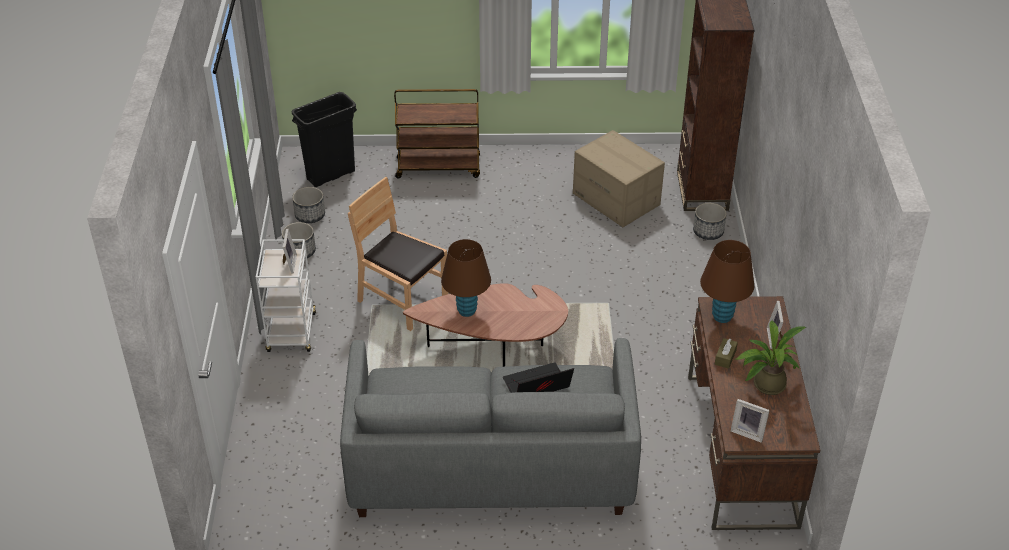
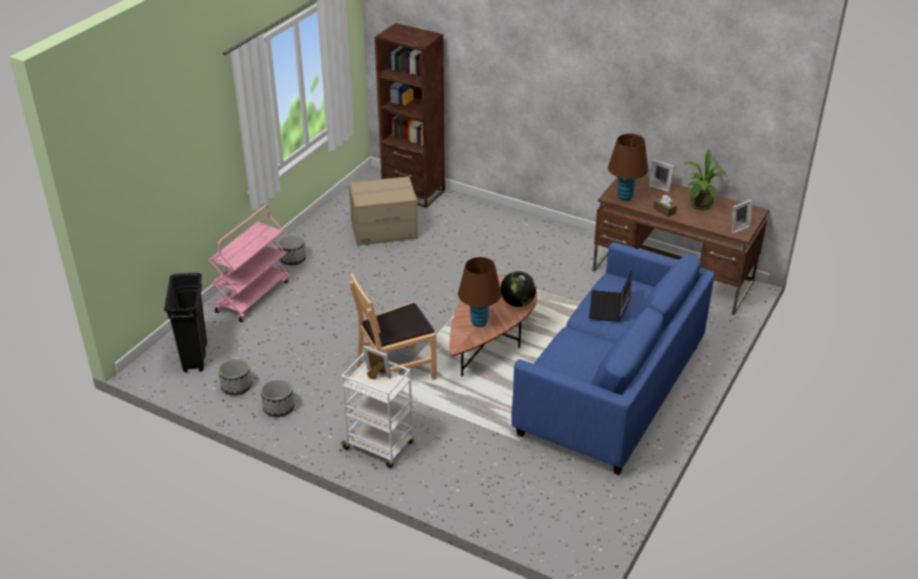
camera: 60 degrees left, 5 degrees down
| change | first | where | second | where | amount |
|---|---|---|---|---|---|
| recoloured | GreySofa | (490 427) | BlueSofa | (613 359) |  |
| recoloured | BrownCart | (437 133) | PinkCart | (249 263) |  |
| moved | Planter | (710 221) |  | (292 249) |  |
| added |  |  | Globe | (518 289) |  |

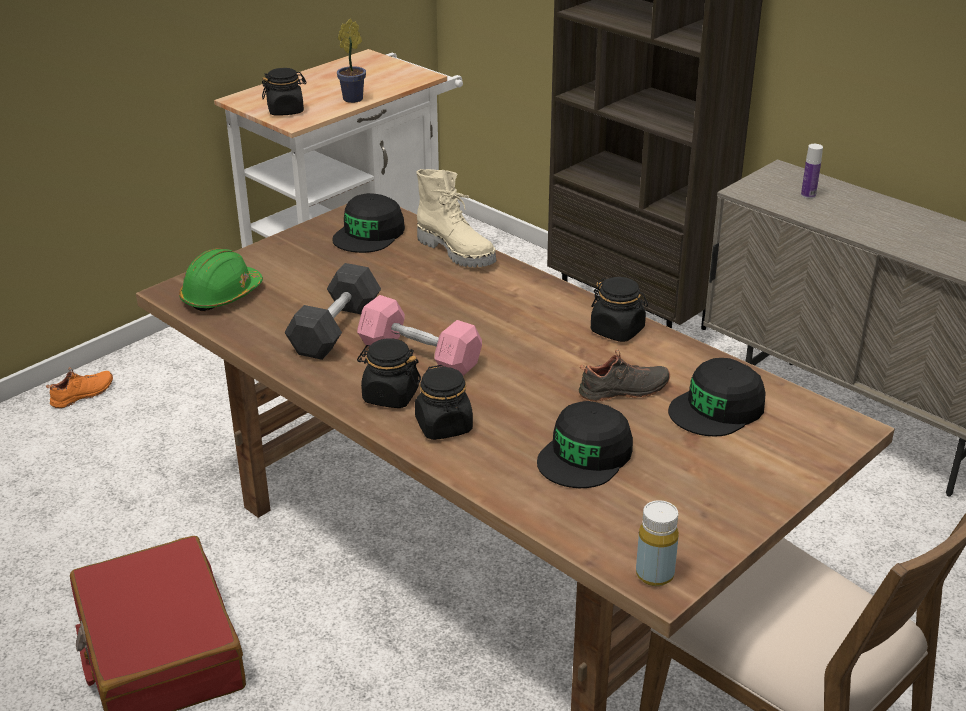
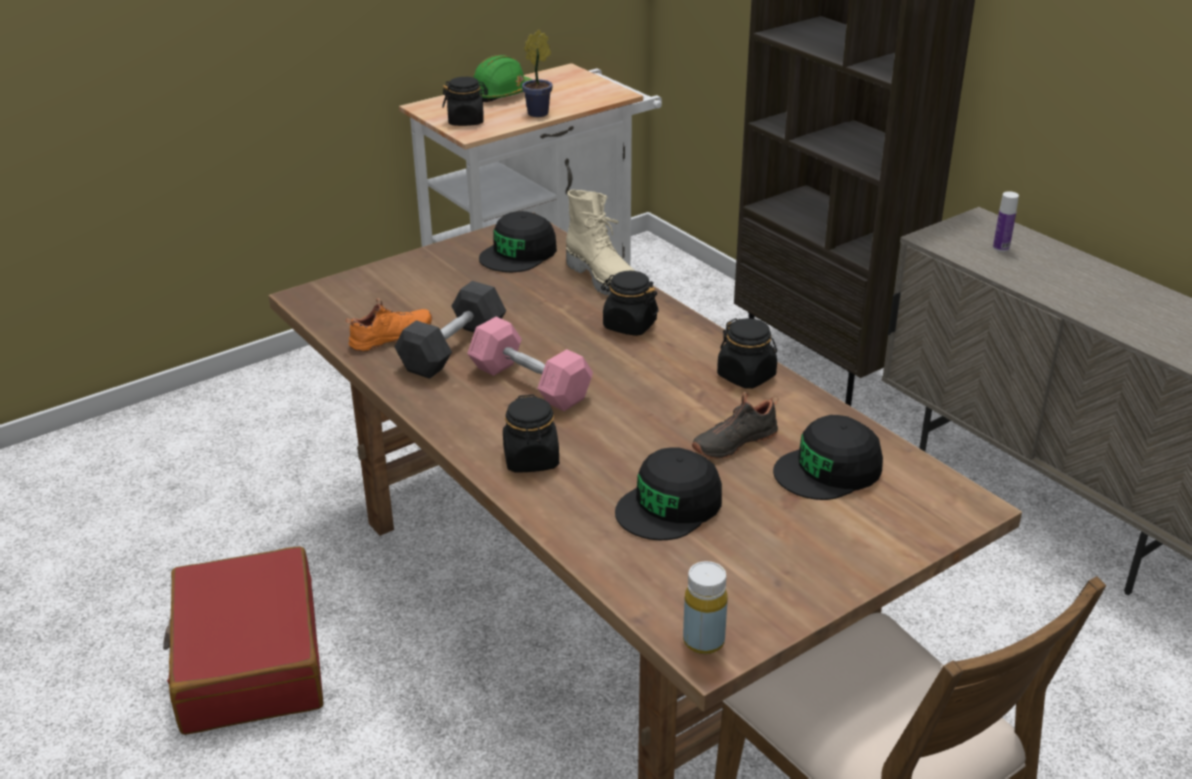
camera: 10 degrees right, 0 degrees up
| change | first | where | second | where | amount |
|---|---|---|---|---|---|
| moved | OrangeShoe | (79 387) |  | (389 325) |  |
| moved | GreenHardHat | (221 280) |  | (502 78) |  |
| moved | BlackJar | (389 373) |  | (630 303) |  |
| turned | BlackShoe | (624 375) |  | (735 425) | 150 degrees clockwise |

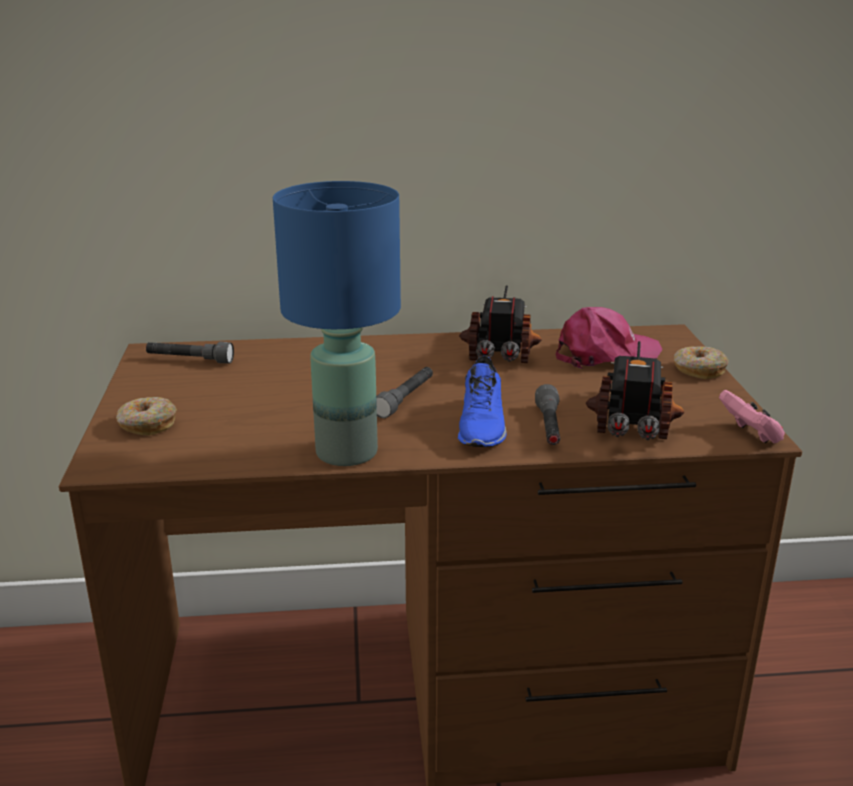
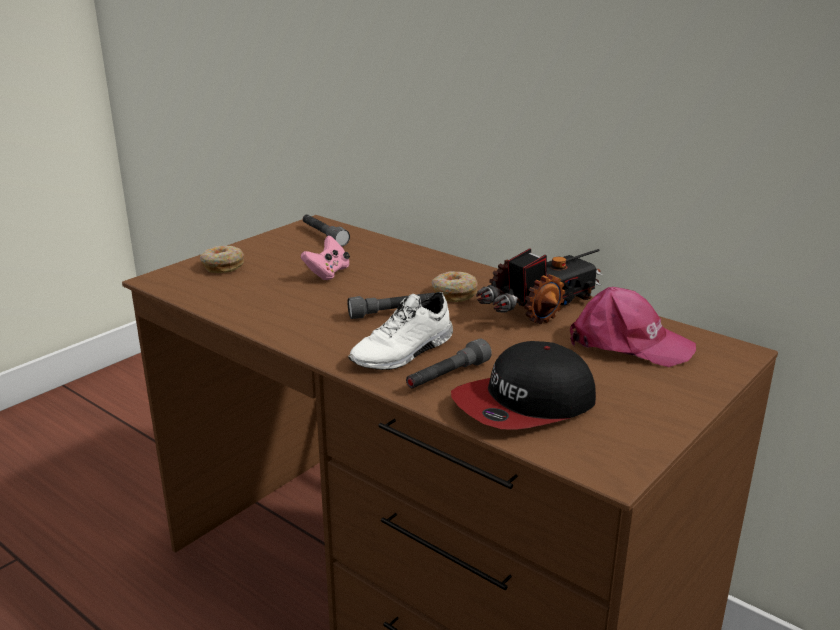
camera: 45 degrees right, 0 degrees up
| change | first | where | second | where | amount |
|---|---|---|---|---|---|
| removed | BlueTableLamp | (337 323) |  |  |  |
| recoloured | BlueShoe | (482 401) | WhiteShoe | (400 331) |  |
| replaced | ToyTruck | (635 390) | Cap | (523 385) |  |
| moved | Donut | (701 362) |  | (455 286) |  |
| moved | PinkGameController | (752 416) |  | (325 258) |  |

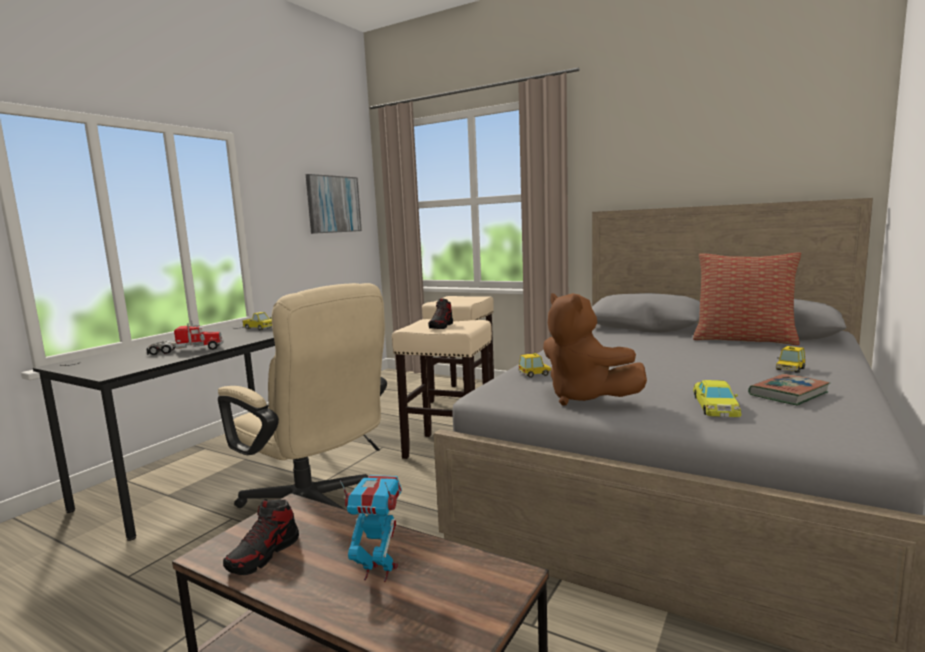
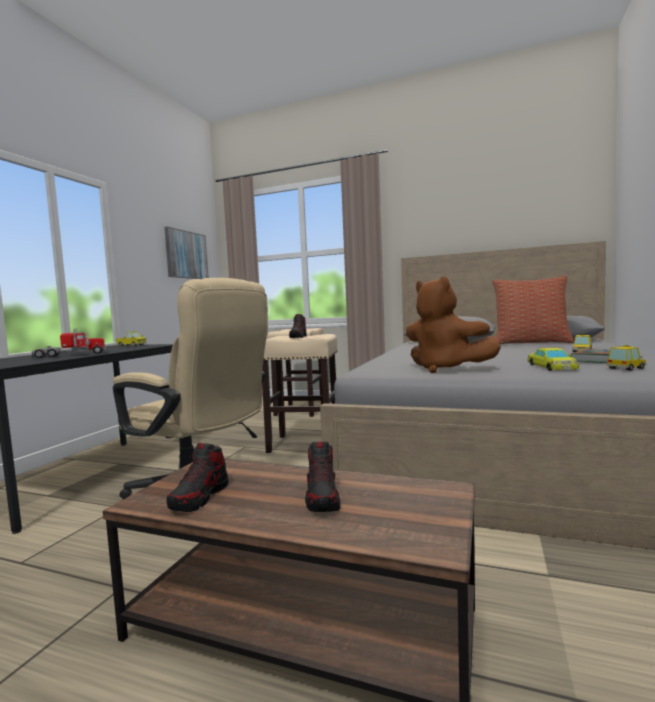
camera: 10 degrees left, 5 degrees down
| change | first | where | second | where | amount |
|---|---|---|---|---|---|
| replaced | ToyRobot | (371 528) | Shoe | (322 477) |  |
| moved | ToyCar | (534 365) |  | (626 358) |  |

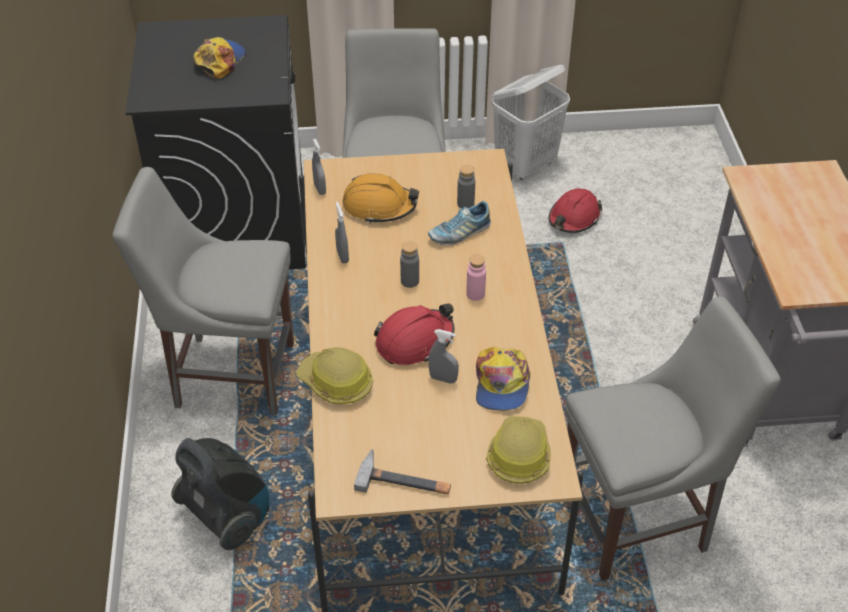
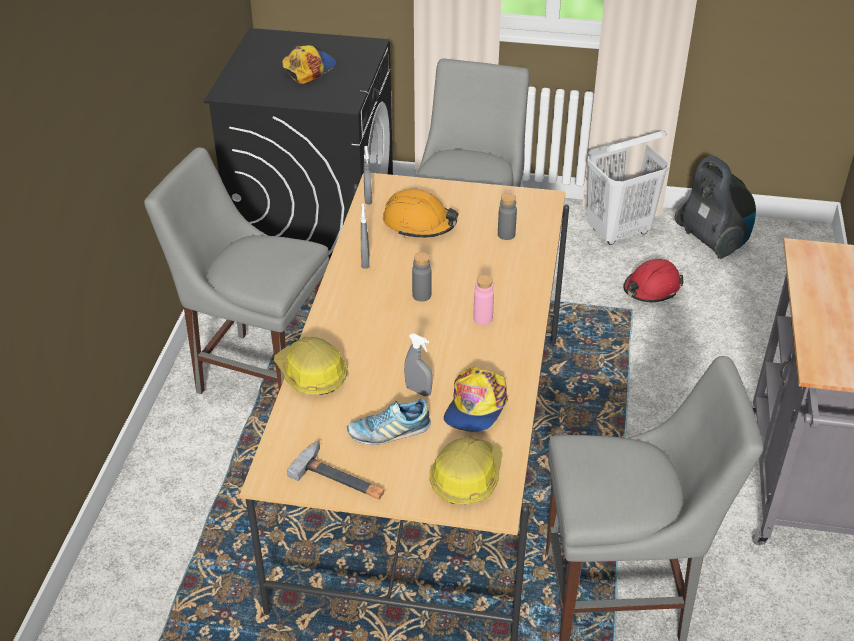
camera: 15 degrees right, 5 degrees down
| change | first | where | second | where | amount |
|---|---|---|---|---|---|
| moved | VacuumCleaner | (220 494) |  | (715 207) |  |
| removed | RedHardHat | (414 334) |  |  |  |
| moved | Shoe | (459 223) |  | (389 422) |  |

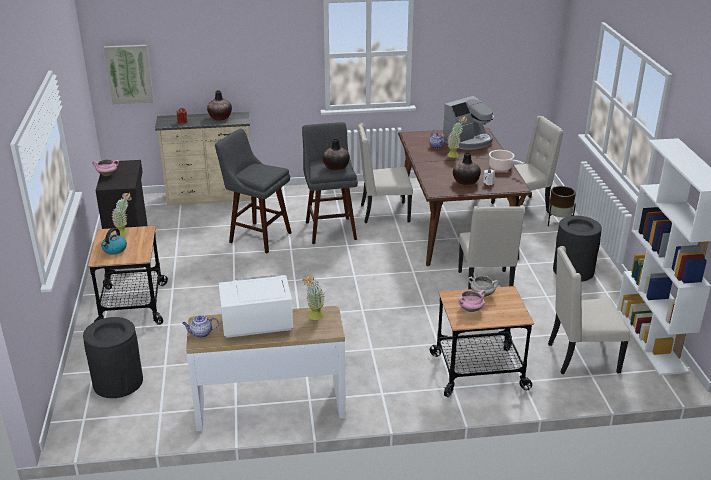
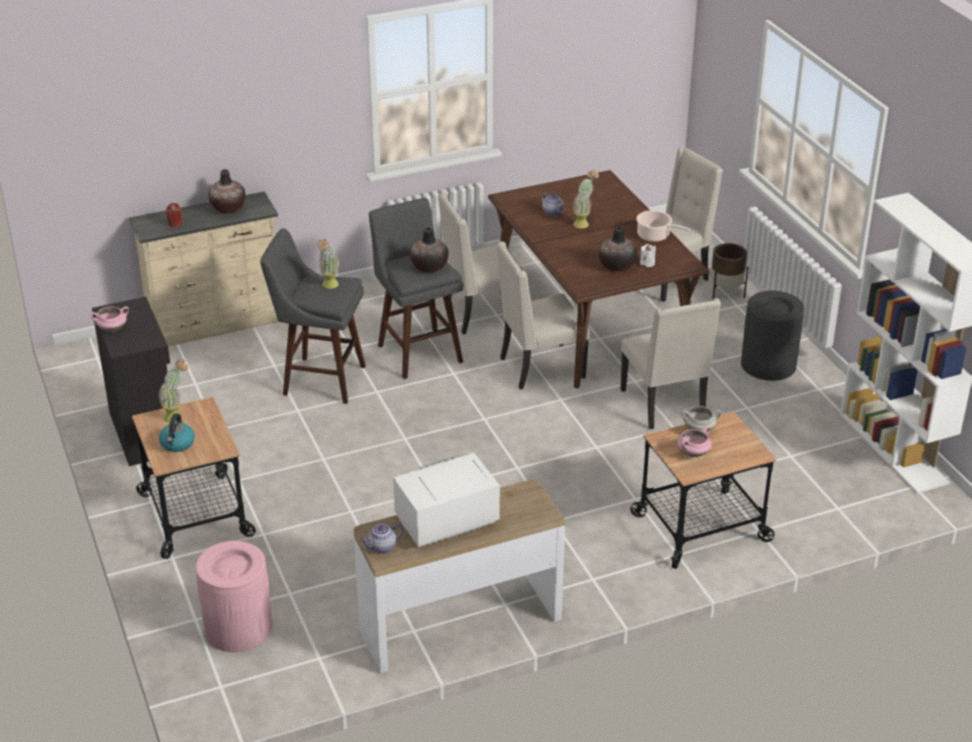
camera: 15 degrees left, 5 degrees up
| change | first | where | second | where | amount |
|---|---|---|---|---|---|
| recoloured | BlackTrashCan | (113 357) | PinkTrashCan | (234 596) |  |
| removed | Picture | (129 74) |  |  |  |
| moved | PottedPlant | (313 297) |  | (328 264) |  |
| removed | CoffeeMachine | (467 123) |  |  |  |
| moved | BeigeChair | (589 310) |  | (543 315) |  |

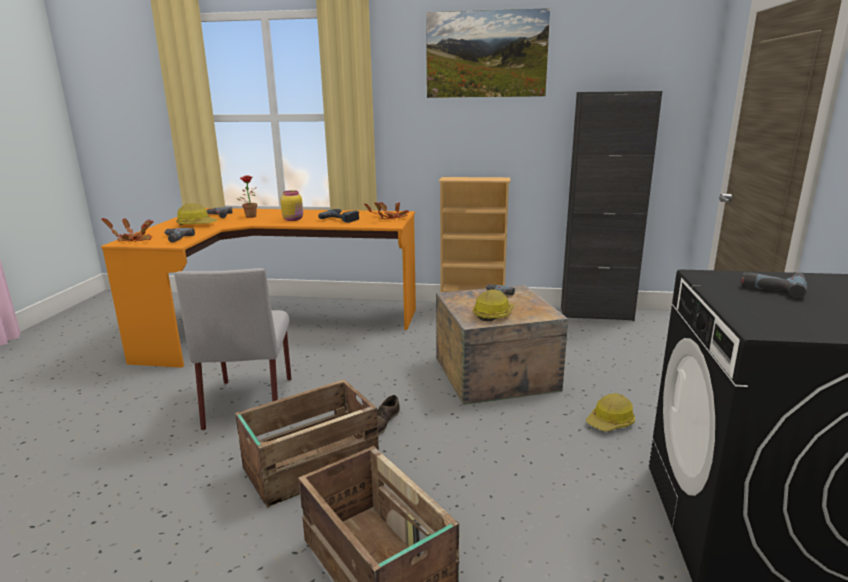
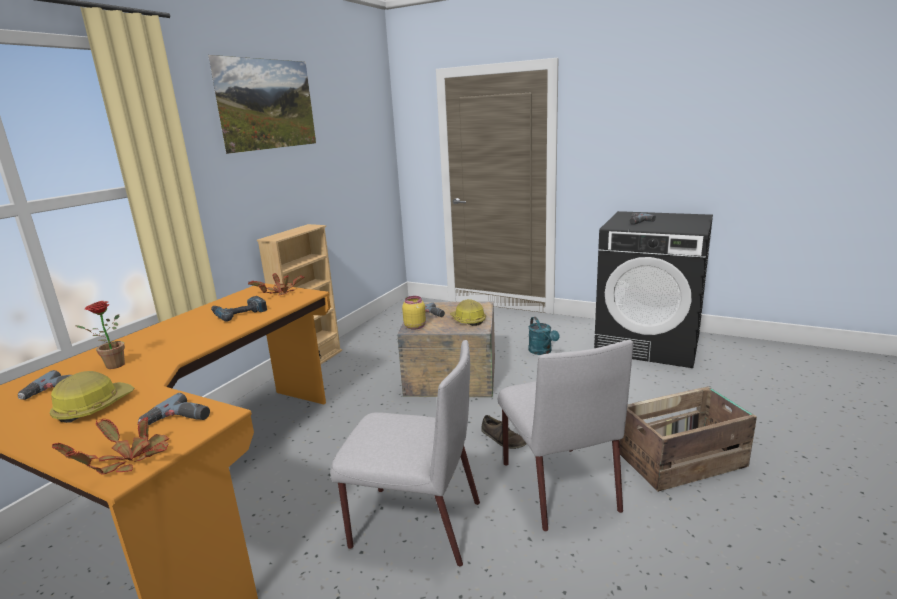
camera: 70 degrees left, 0 degrees up
| change | first | where | second | where | amount |
|---|---|---|---|---|---|
| replaced | Crate | (307 444) | GreyChair | (566 436) |  |
| moved | YellowJar | (291 205) |  | (414 313) |  |
| removed | BlackCabinet | (611 206) |  |  |  |
| replaced | HardHat | (610 412) | TurquoiseWateringCan | (543 336) |  |

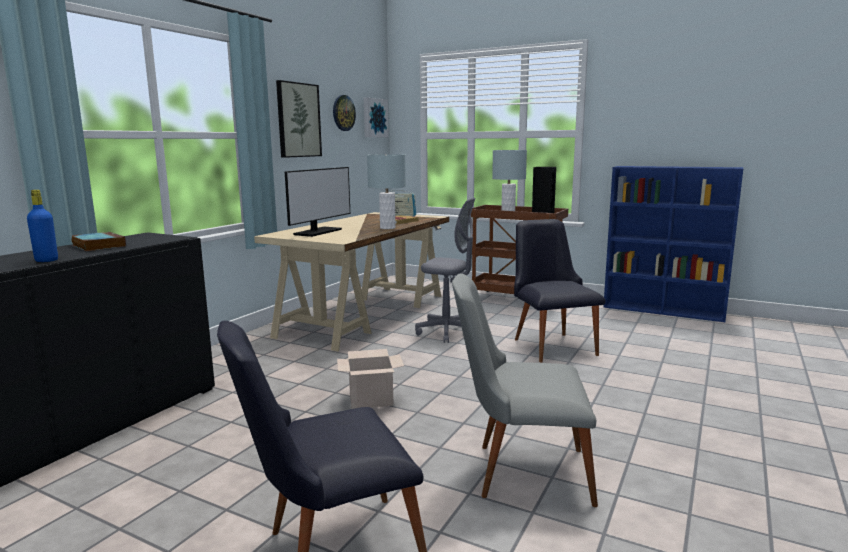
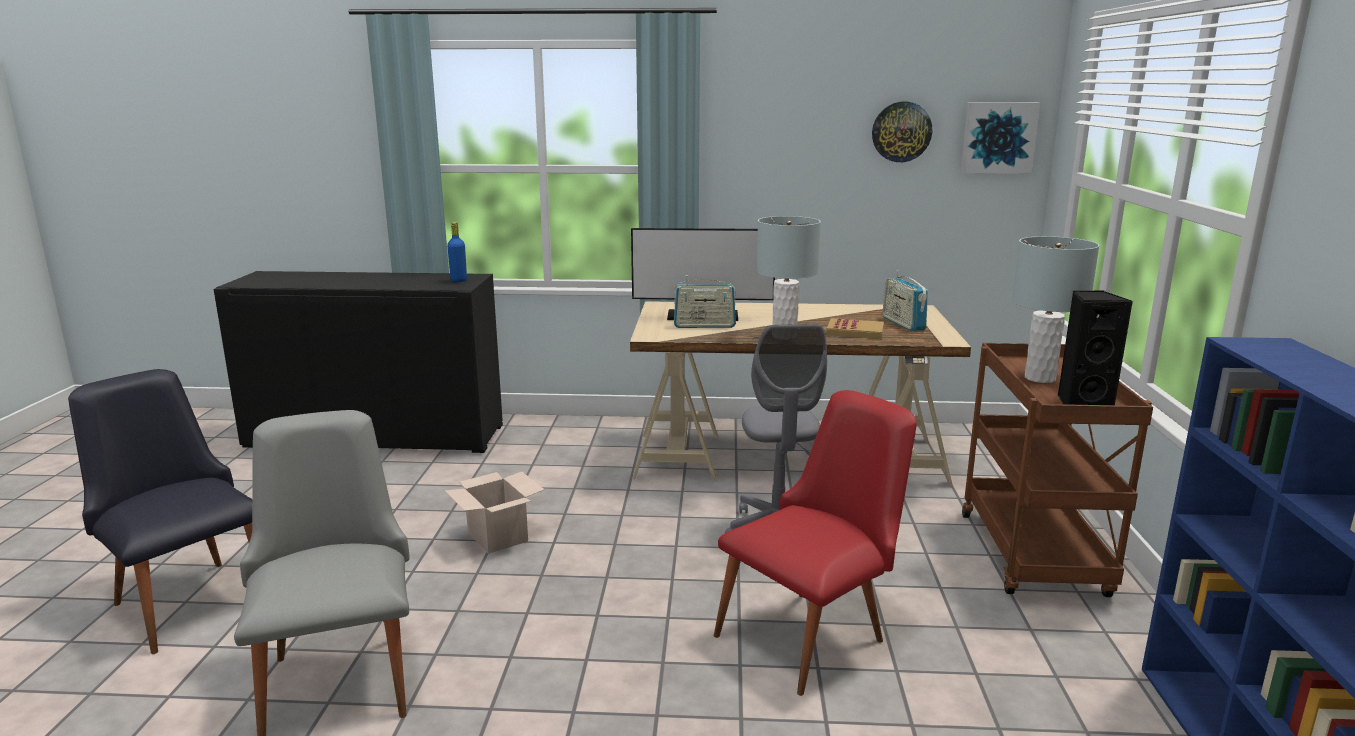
camera: 65 degrees right, 5 degrees up
| change | first | where | second | where | amount |
|---|---|---|---|---|---|
| moved | BlueBottle | (42 226) |  | (457 252) |  |
| removed | Book | (98 241) |  |  |  |
| removed | Picture | (299 119) |  |  |  |
| recoloured | BlackChair | (560 291) | RedChair | (815 543) |  |
| added |  |  | Radio | (705 301) |  |

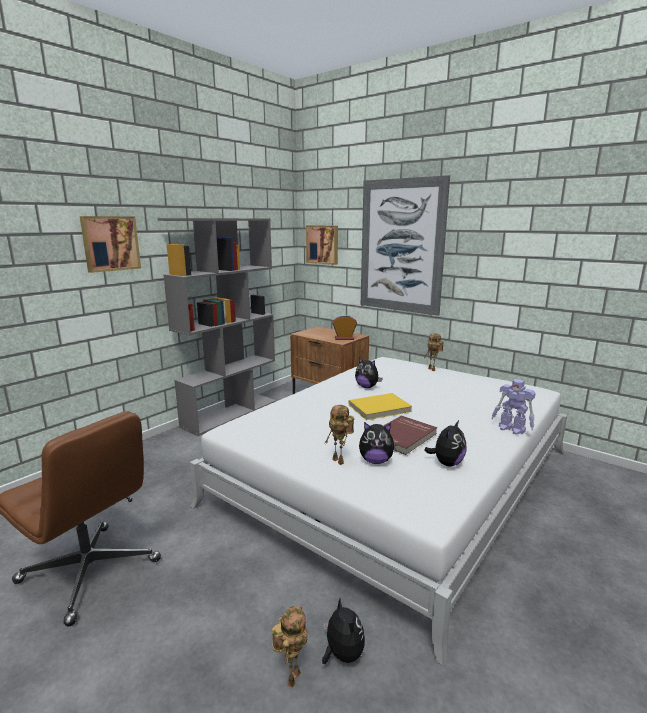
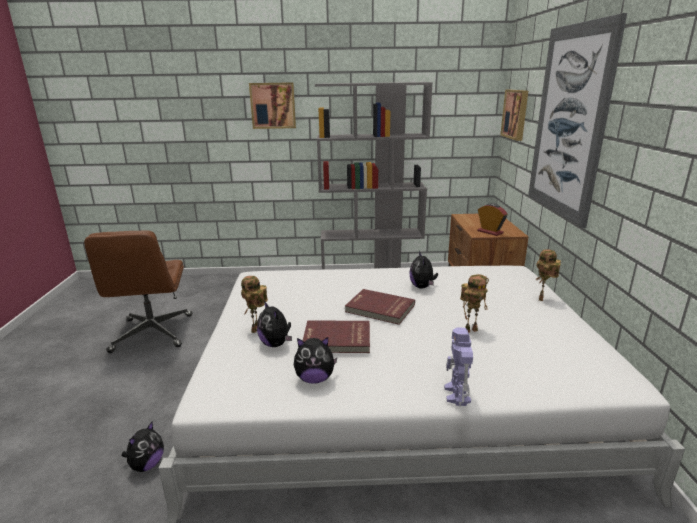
camera: 50 degrees right, 5 degrees up
| change | first | where | second | where | amount |
|---|---|---|---|---|---|
| moved | ToyRobot | (289 647) |  | (474 303) |  |
| recoloured | YellowBook | (380 406) | RedBook | (380 307) |  |

